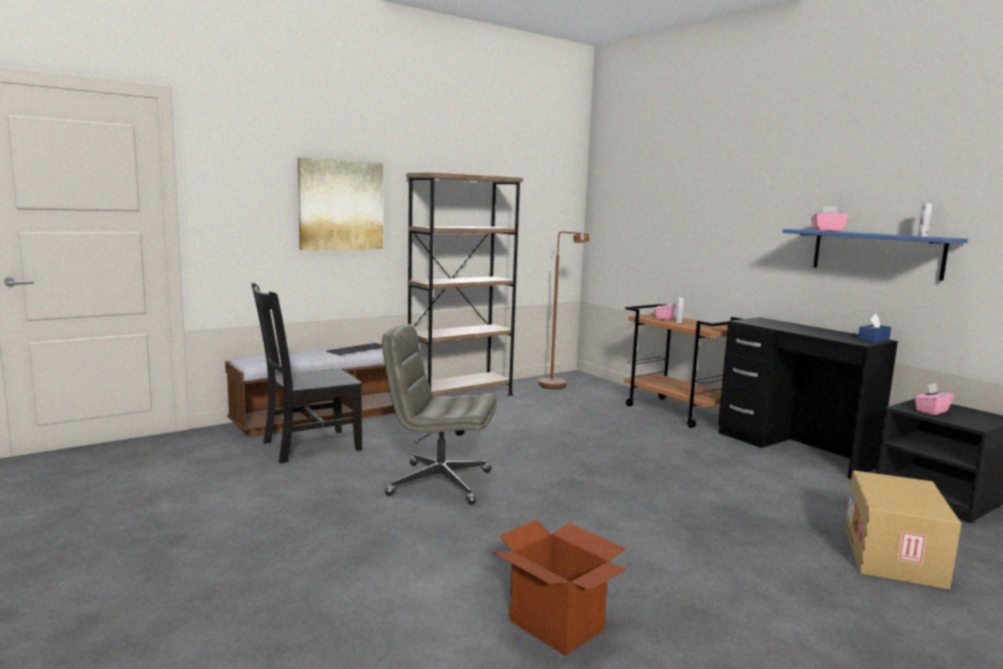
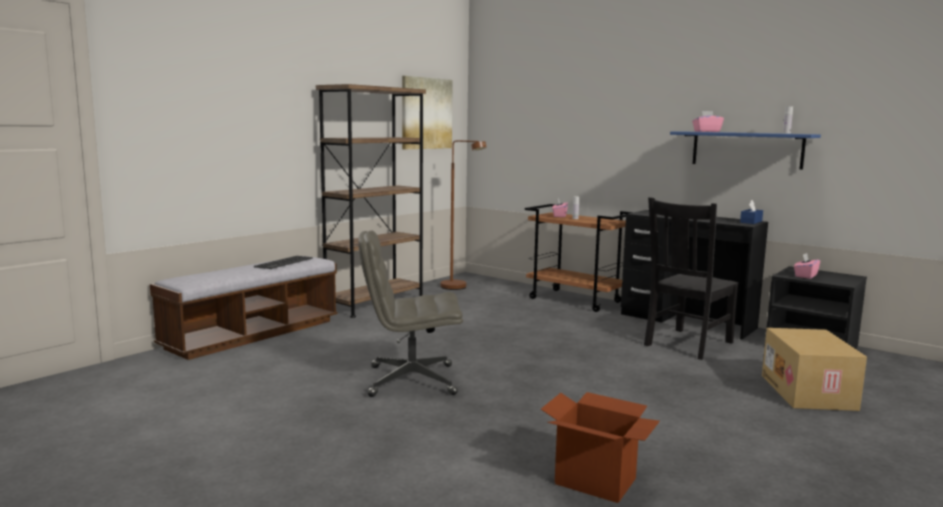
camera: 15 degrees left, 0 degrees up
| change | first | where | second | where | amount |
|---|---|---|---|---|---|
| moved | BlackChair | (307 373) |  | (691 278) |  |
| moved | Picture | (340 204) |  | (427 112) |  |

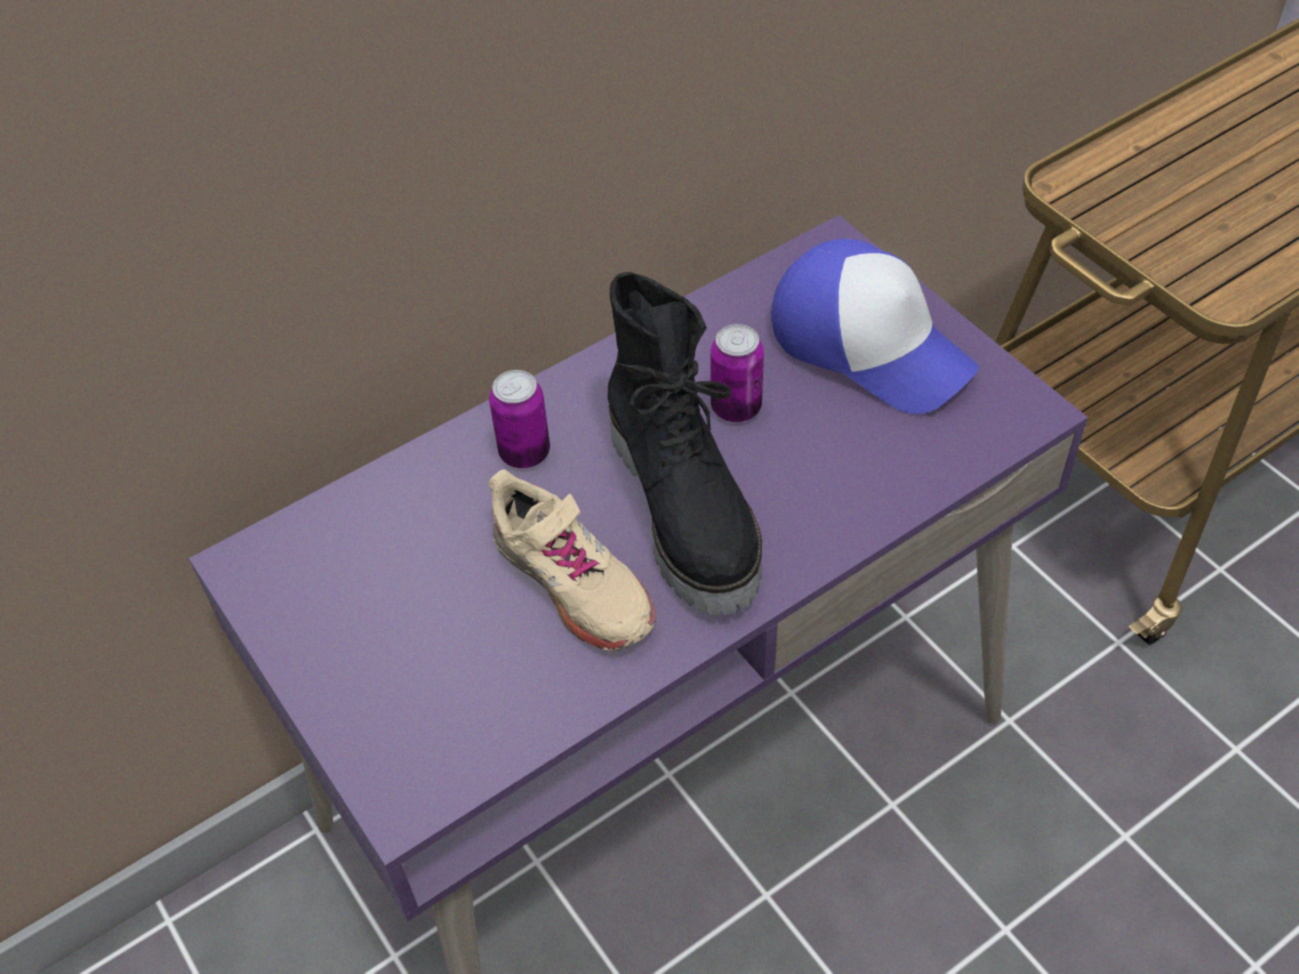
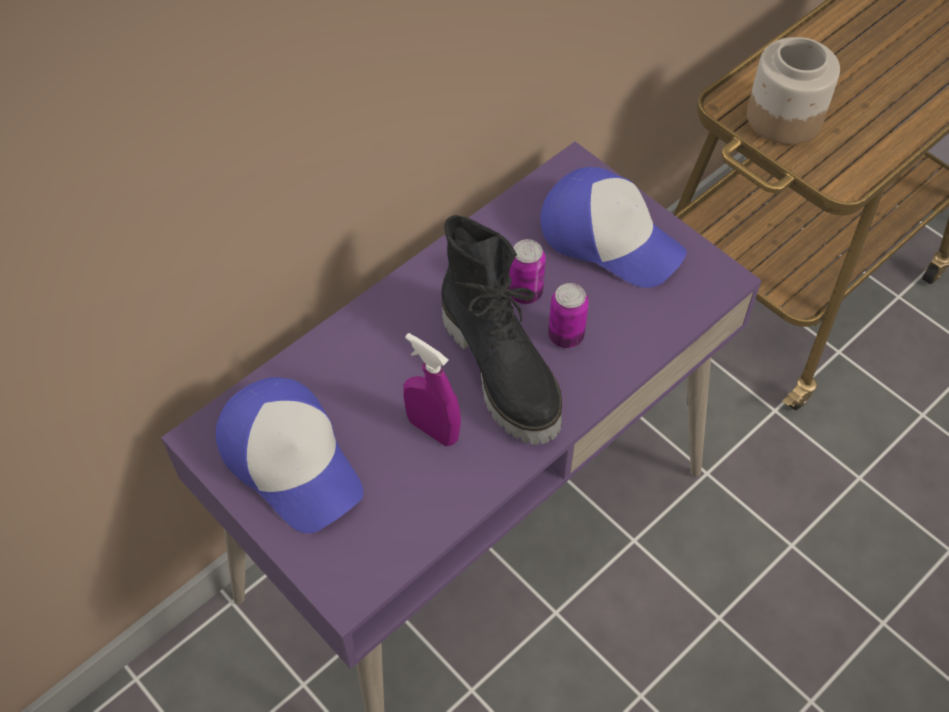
camera: 10 degrees left, 5 degrees up
| change | first | where | second | where | amount |
|---|---|---|---|---|---|
| replaced | BeigeShoe | (572 560) | PurpleSprayBottle | (432 389) |  |
| moved | Can | (519 419) |  | (568 315) |  |
| added |  |  | Cap | (290 455) |  |
| added |  |  | Jar | (793 91) |  |

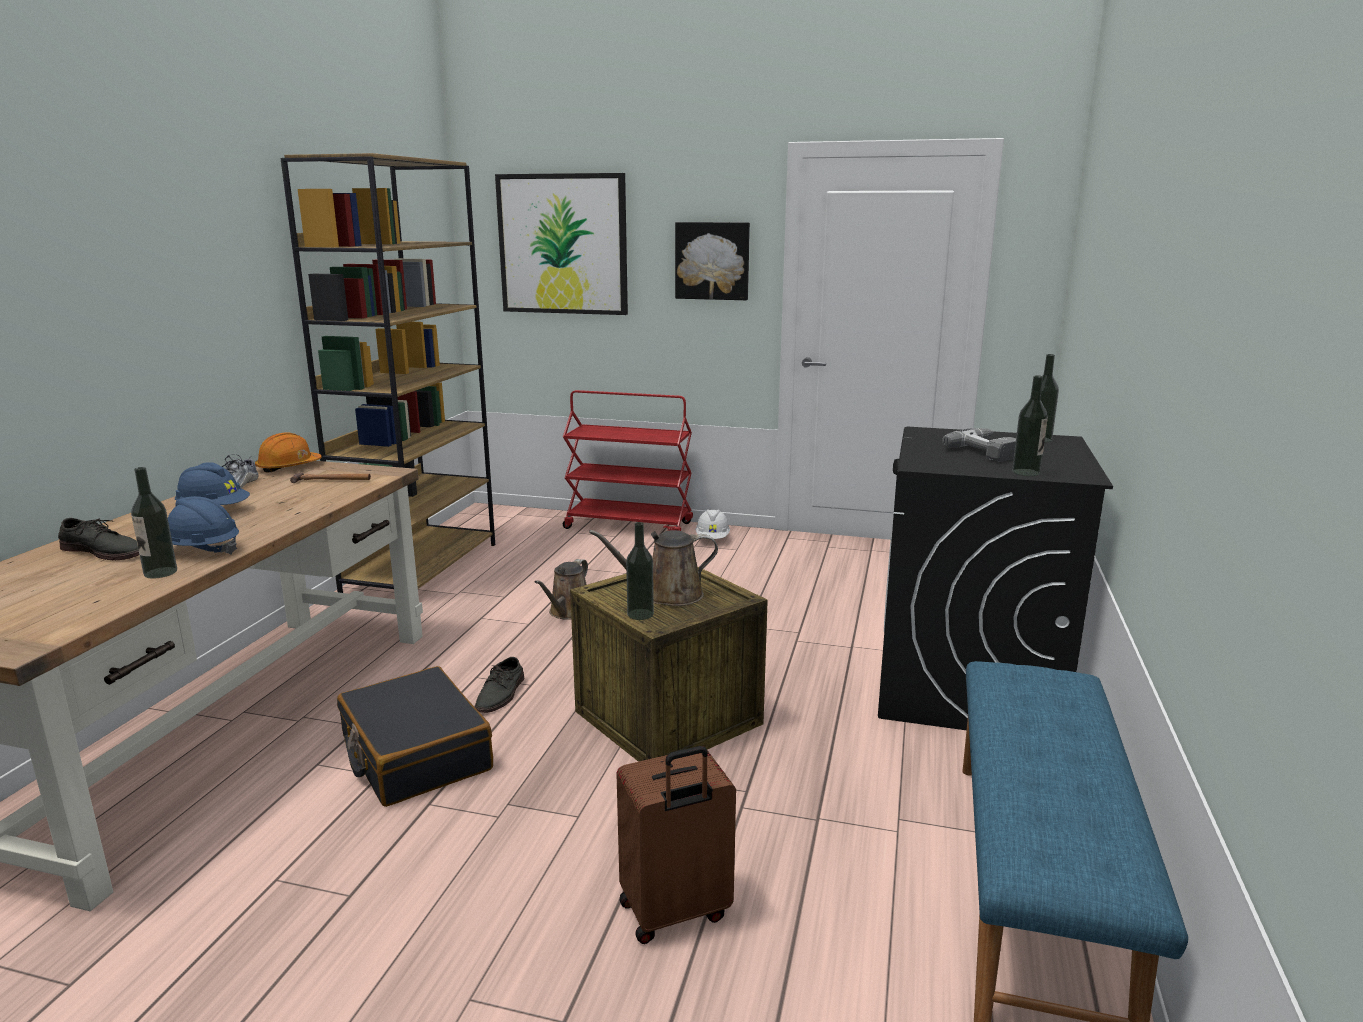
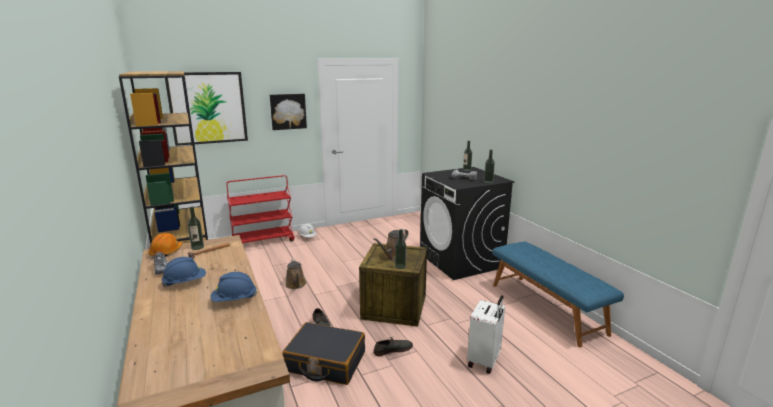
camera: 40 degrees left, 0 degrees up
| change | first | where | second | where | amount |
|---|---|---|---|---|---|
| moved | GreyShoe | (98 539) |  | (393 346) |  |
| moved | Bottle | (154 523) |  | (196 228) |  |
| recoloured | BrownSuitcase | (676 845) | WhiteSuitcase | (486 334) |  |

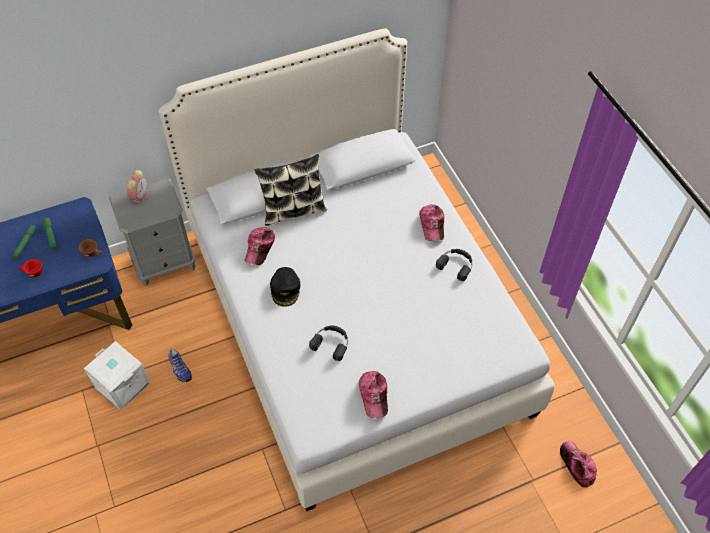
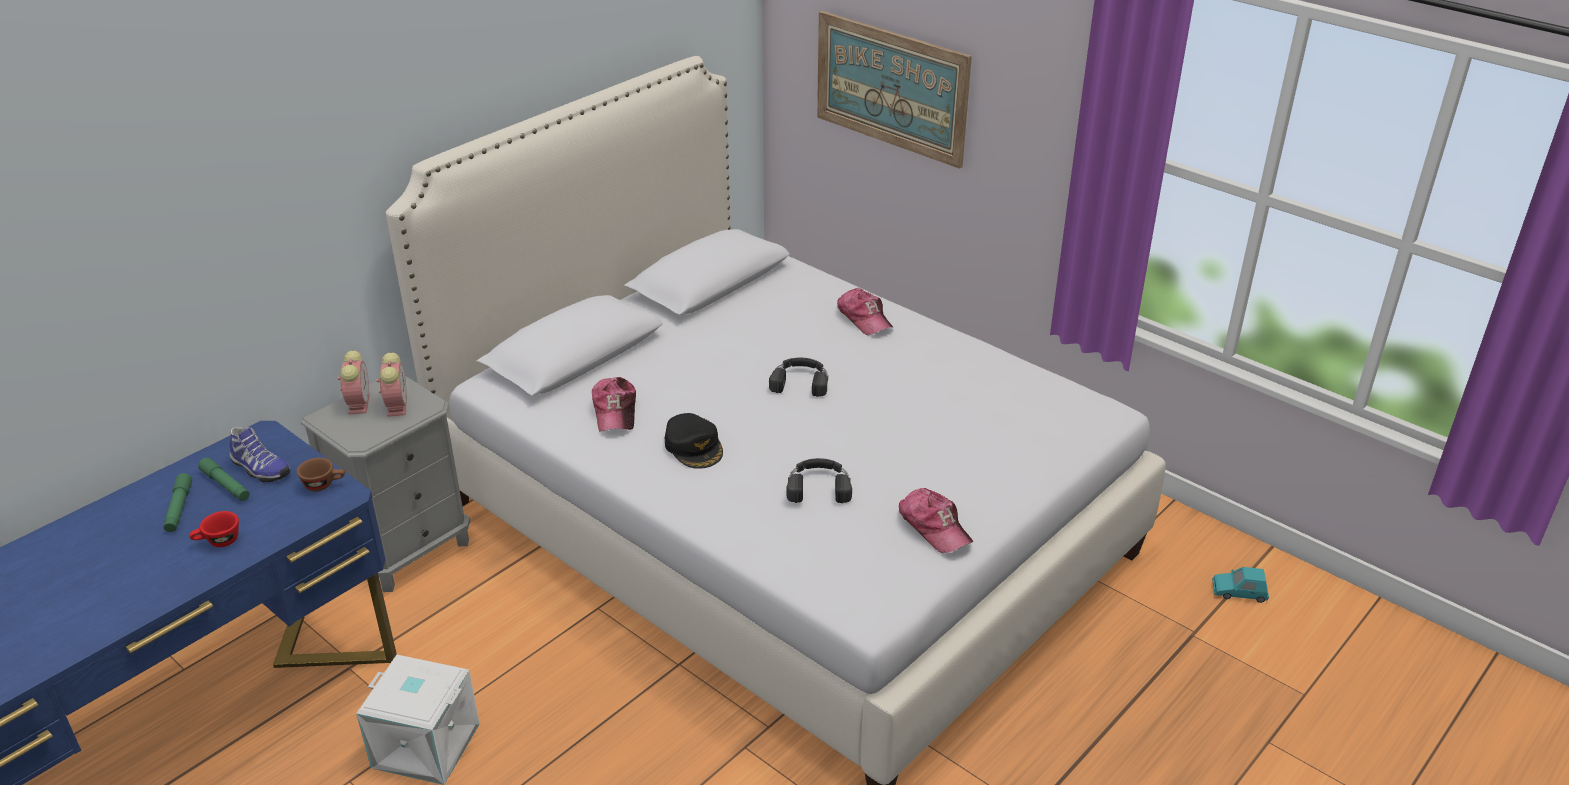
camera: 25 degrees left, 20 degrees down
| change | first | where | second | where | amount |
|---|---|---|---|---|---|
| moved | Shoe | (180 365) |  | (259 455) |  |
| removed | Pillow | (291 190) |  |  |  |
| moved | BlackHeadphones | (454 265) |  | (798 377) |  |
| replaced | Cap | (578 464) | TurquoiseToyCar | (1240 585) |  |
| added |  |  | AlarmClock | (391 384) |  |
| added |  |  | Picture | (894 90) |  |

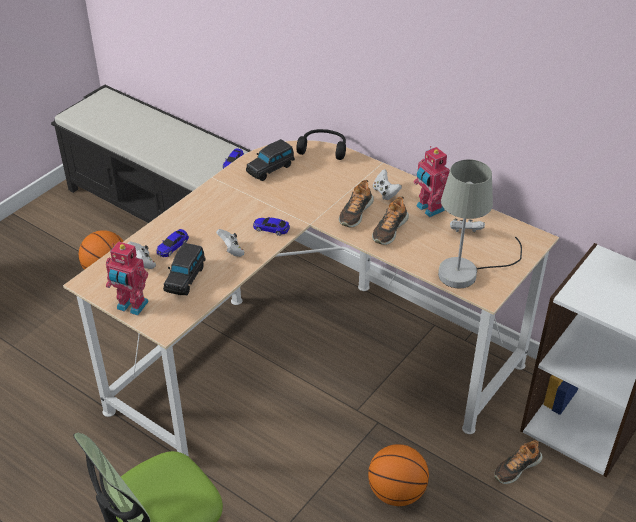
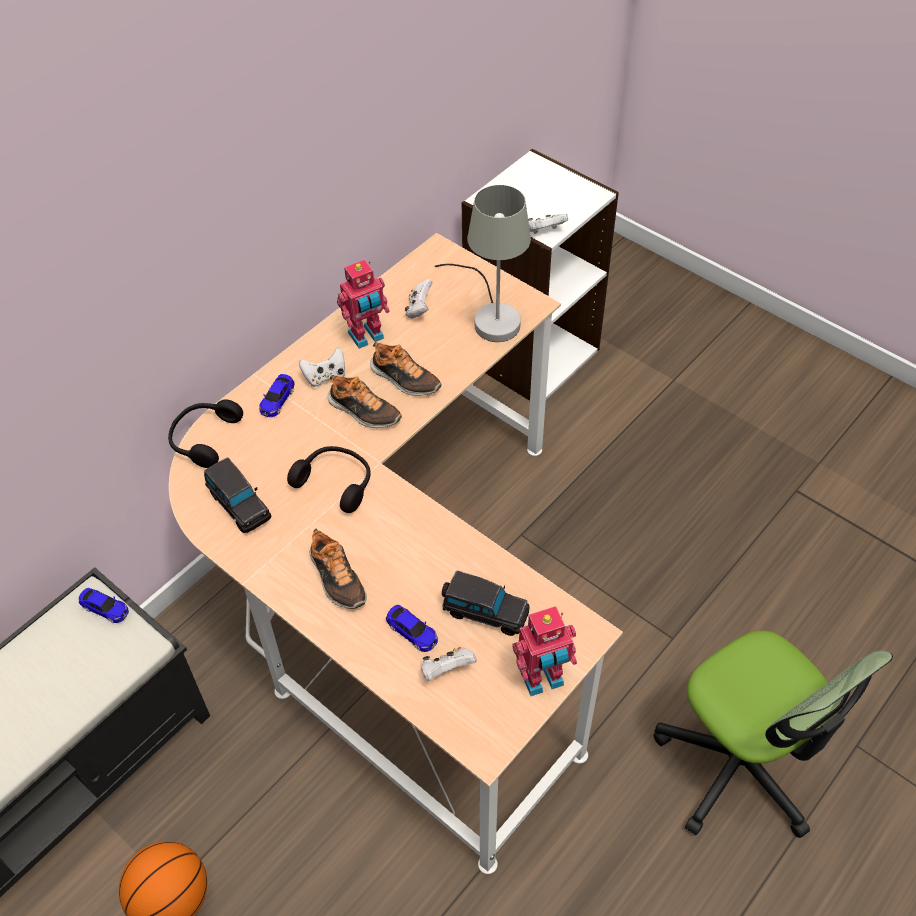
camera: 85 degrees left, 10 degrees up
| change | first | where | second | where | amount |
|---|---|---|---|---|---|
| turned | ToyRobot | (127 278) |  | (544 651) | 45 degrees clockwise |
| moved | WhiteGameController | (230 243) |  | (548 224) |  |
| moved | ToyCar | (271 226) |  | (277 395) |  |
| removed | Basketball | (398 475) |  |  |  |
| moved | Shoe | (518 462) |  | (338 568) |  |
| added |  |  | BlackHeadphones | (329 479) |  |

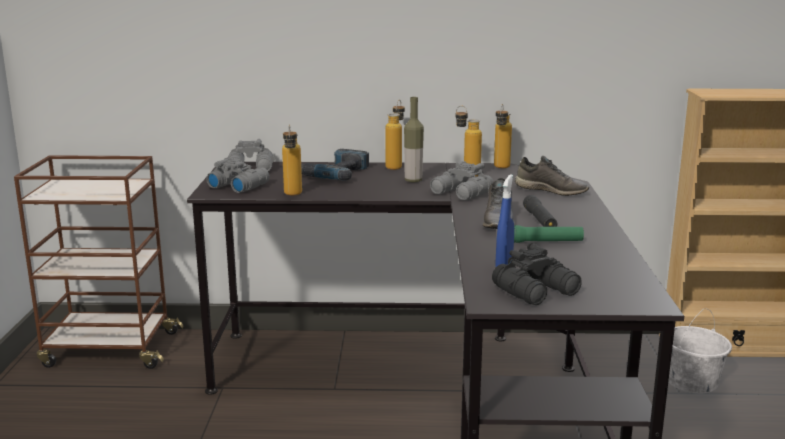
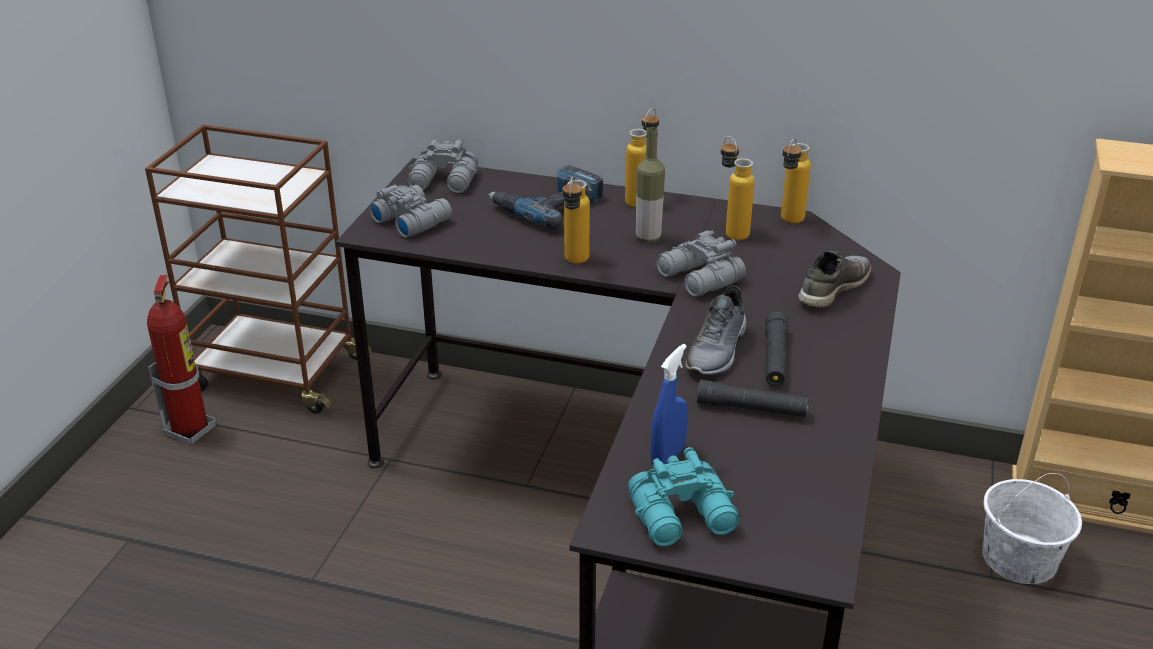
camera: 15 degrees right, 15 degrees up
| change | first | where | second | where | amount |
|---|---|---|---|---|---|
| moved | Bottle | (292 159) |  | (576 220) |  |
| recoloured | BlackBinoculars | (537 274) | TurquoiseBinoculars | (683 497) |  |
| recoloured | GreenFlashlight | (549 234) | BlackFlashlight | (753 398) |  |
| turned | GreyShoe | (552 176) |  | (834 279) | 90 degrees counterclockwise |
| added |  |  | FireExtinguisher | (181 360) |  |

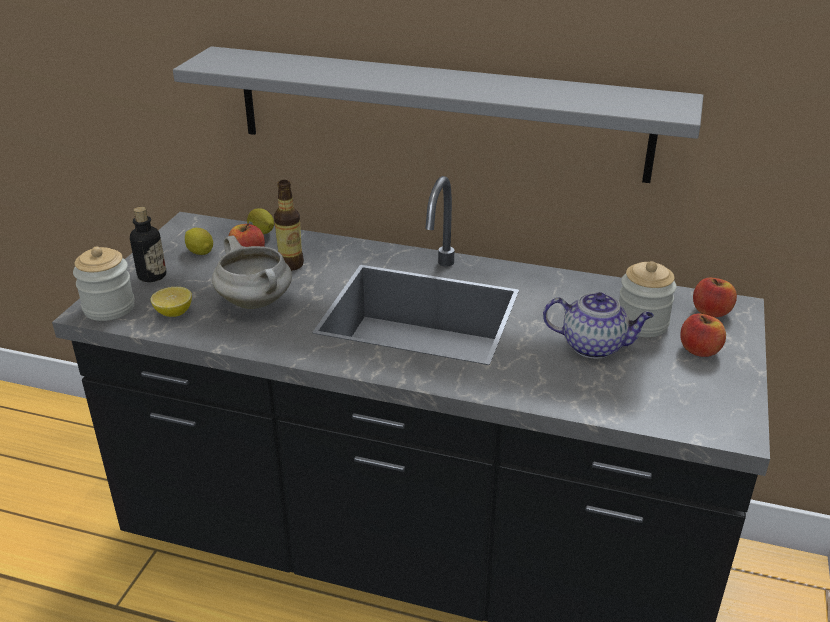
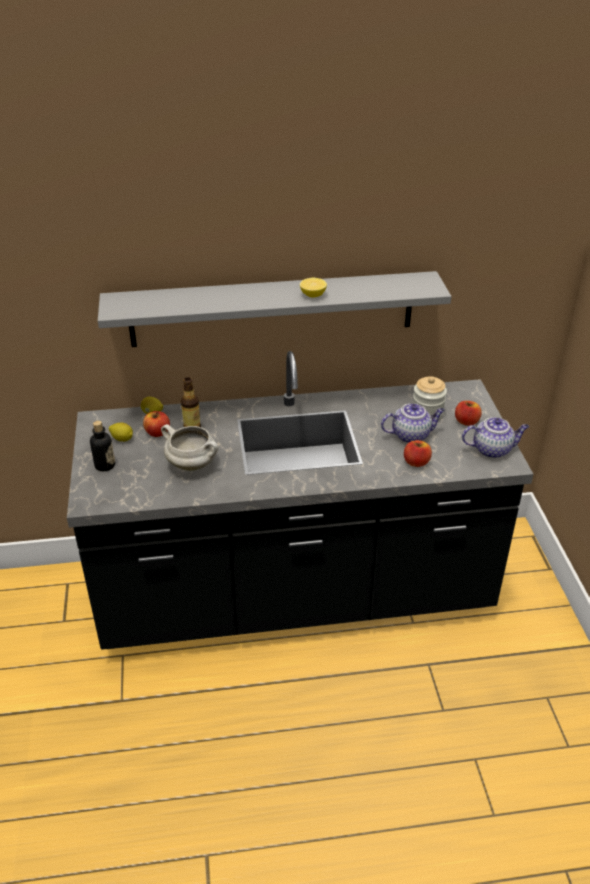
camera: 25 degrees left, 5 degrees up
| change | first | where | second | where | amount |
|---|---|---|---|---|---|
| removed | Jar | (104 284) |  |  |  |
| moved | Lemon | (171 302) |  | (313 288) |  |
| moved | Apple | (715 297) |  | (418 453) |  |
| added |  |  | Teapot | (495 437) |  |

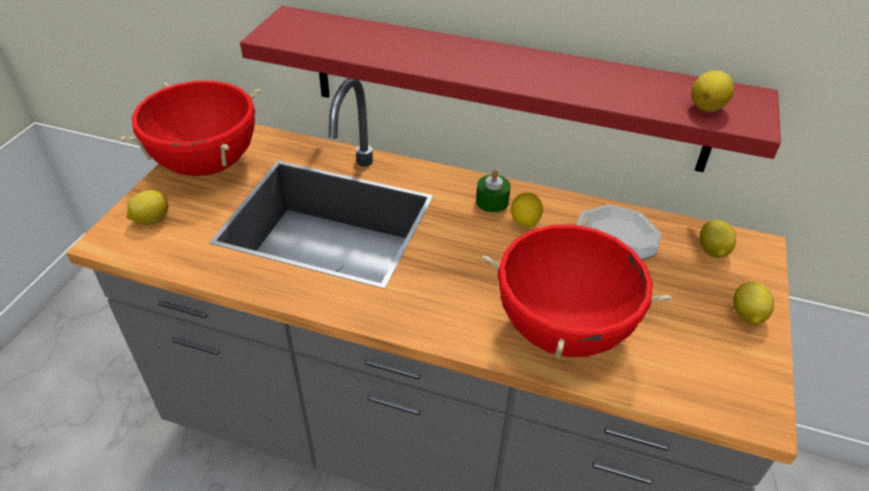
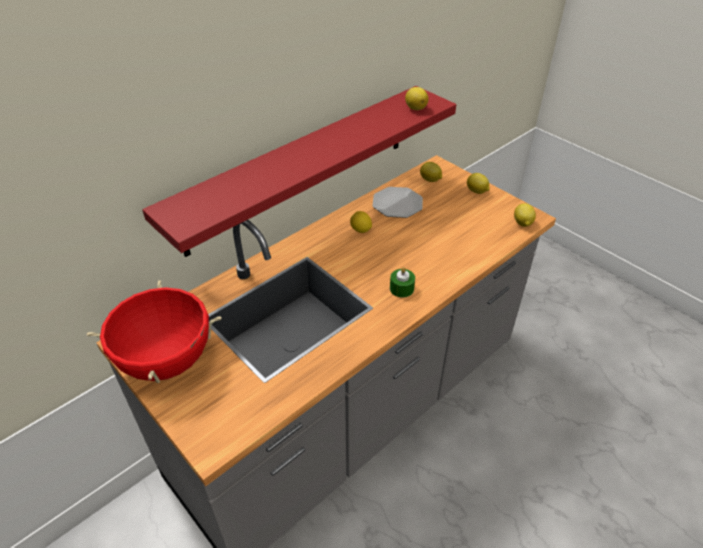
camera: 60 degrees left, 0 degrees up
| change | first | where | second | where | amount |
|---|---|---|---|---|---|
| moved | Lemon | (147 207) |  | (525 215) |  |
| moved | GreenCandle | (493 191) |  | (402 282) |  |
| removed | RedCookingPot | (577 287) |  |  |  |

